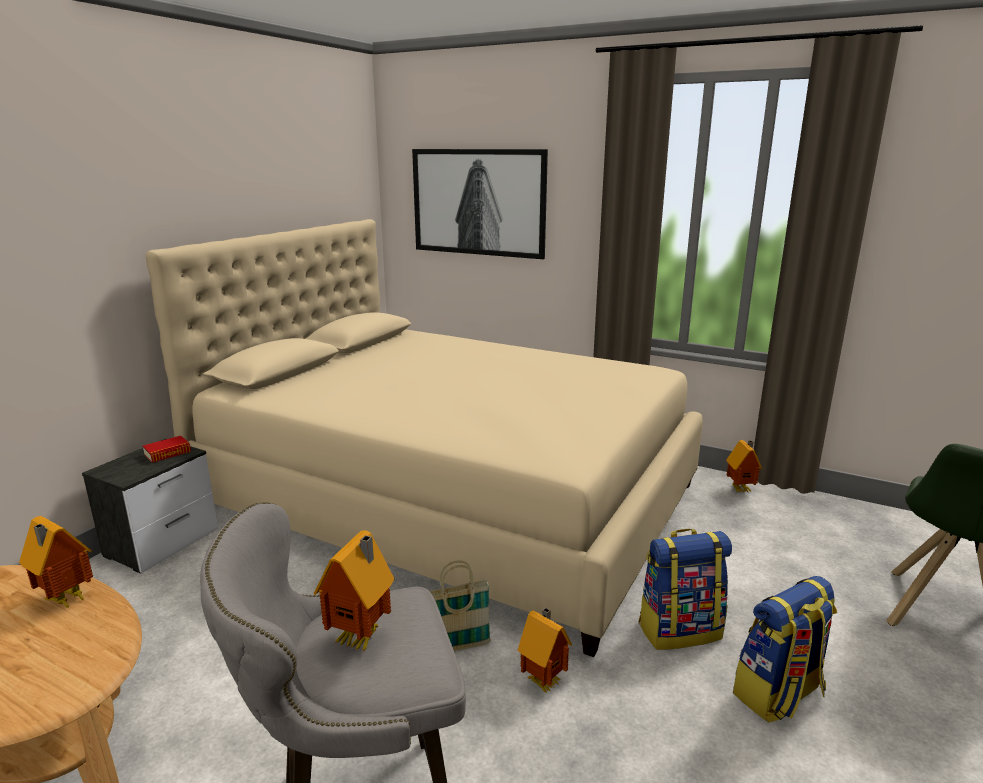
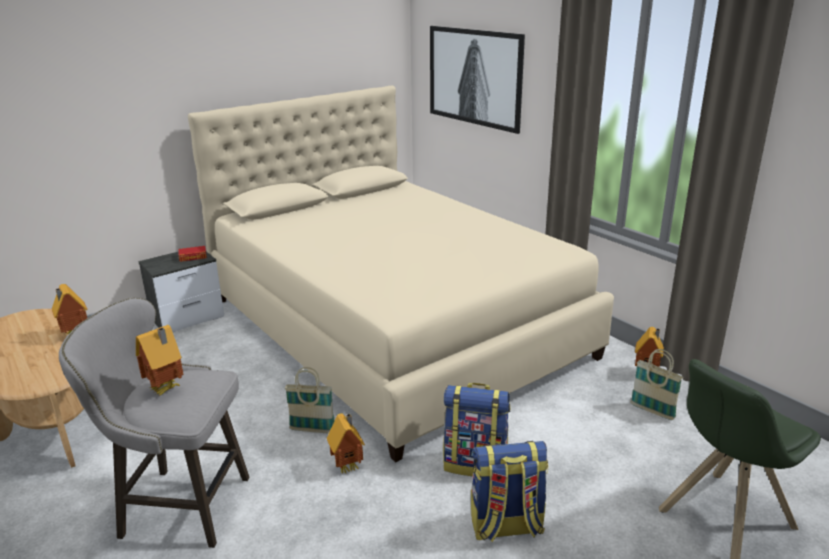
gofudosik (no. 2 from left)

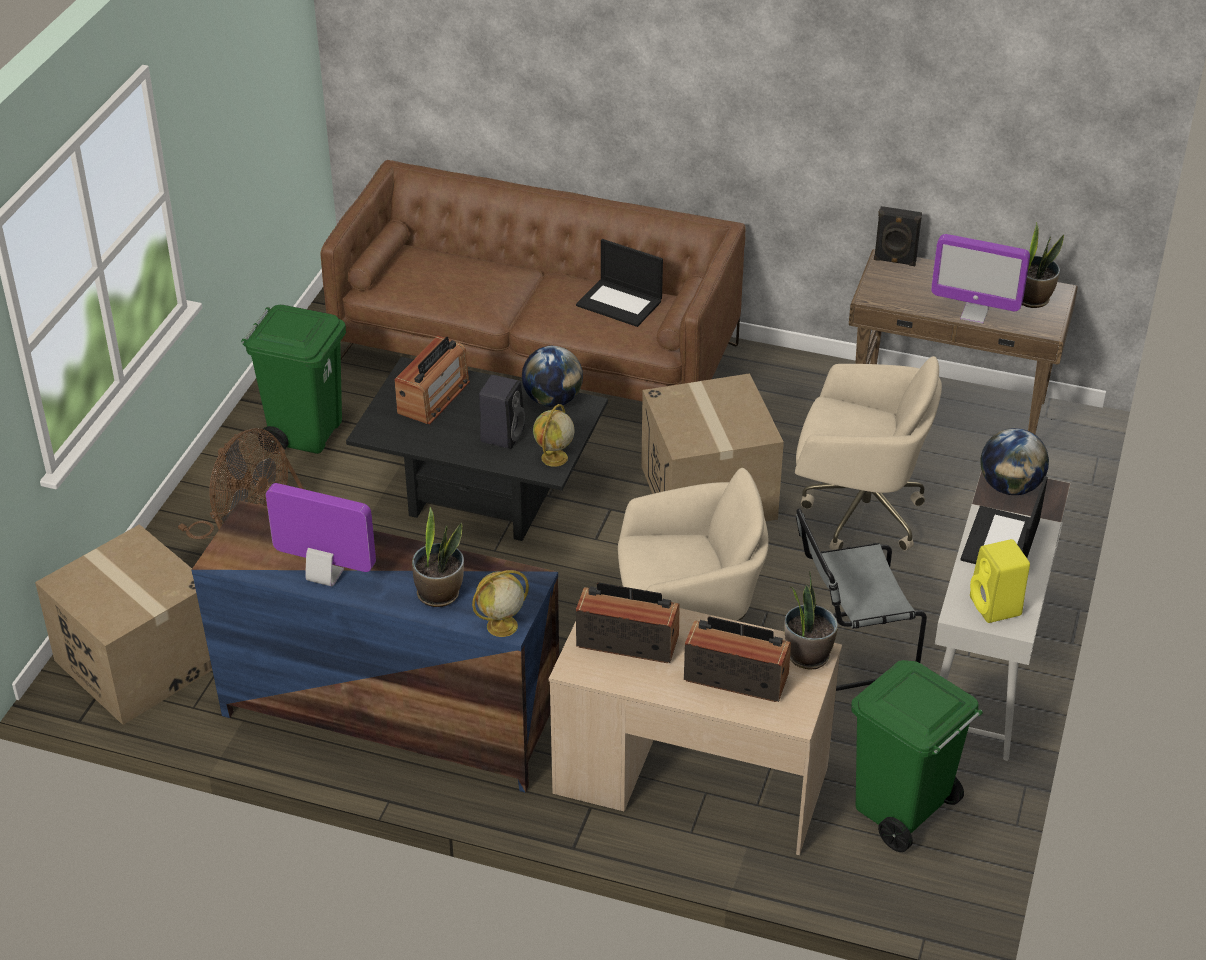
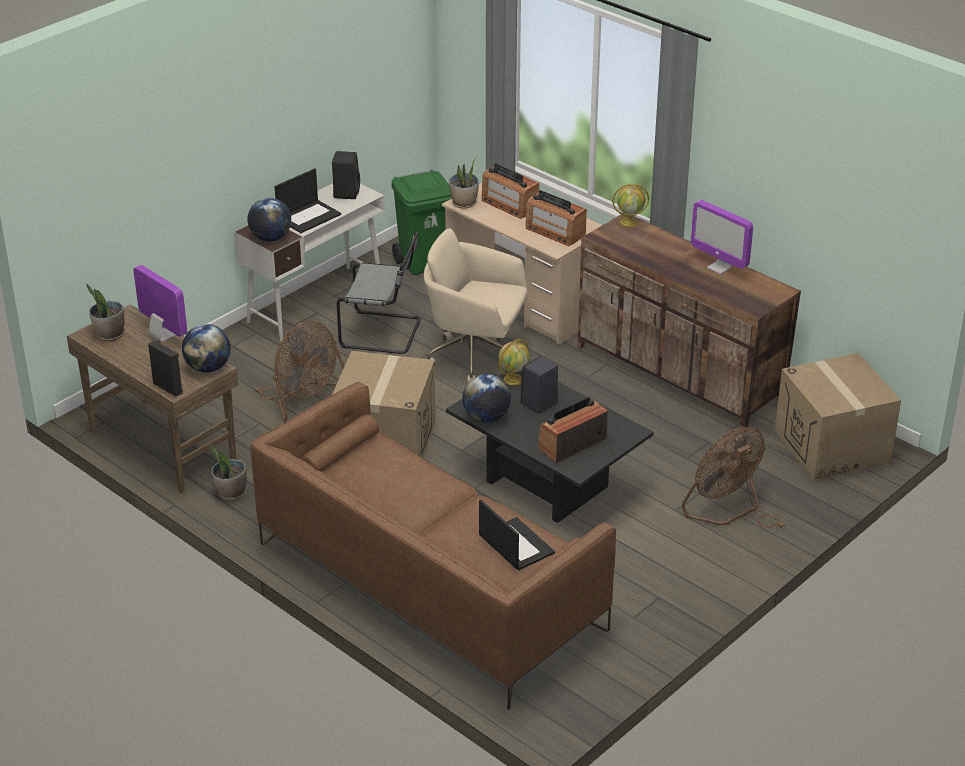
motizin (no. 1 from left); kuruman (no. 2 from left); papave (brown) (no. 1 from left); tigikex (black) (no. 2 from left); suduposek (no. 2 from left); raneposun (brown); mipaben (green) (no. 1 from left in the first image)

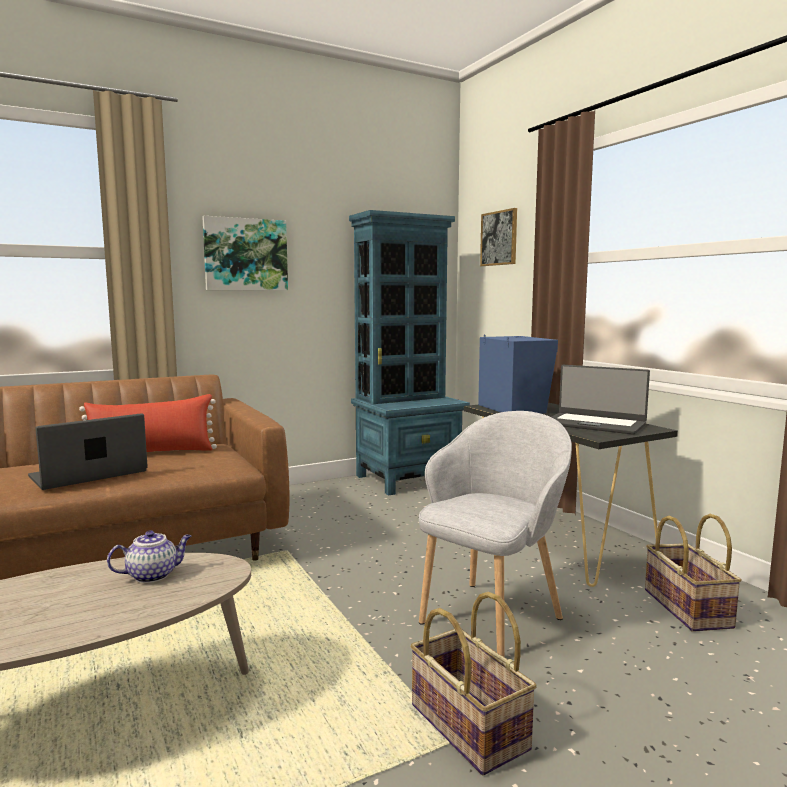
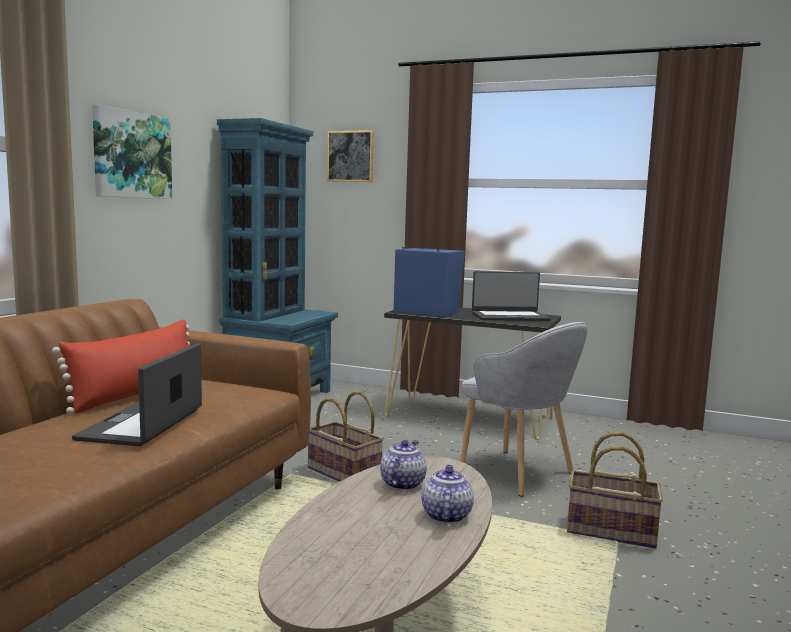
gofudosik (no. 1 from left); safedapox (no. 2 from left); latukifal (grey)

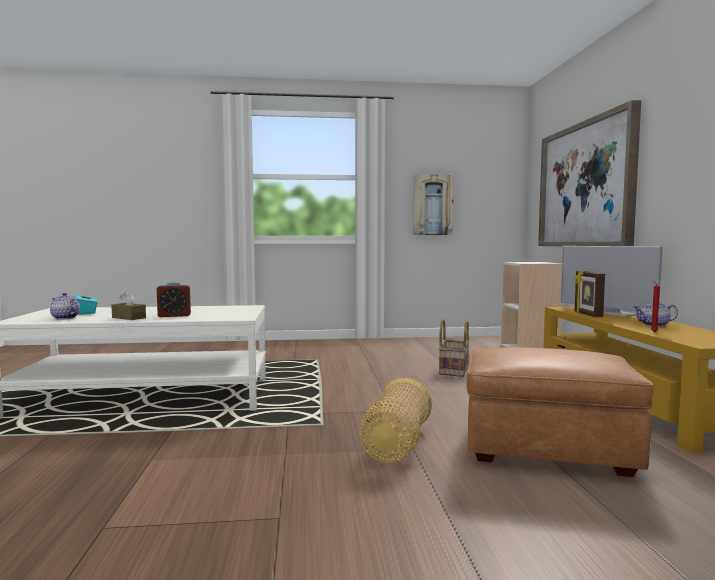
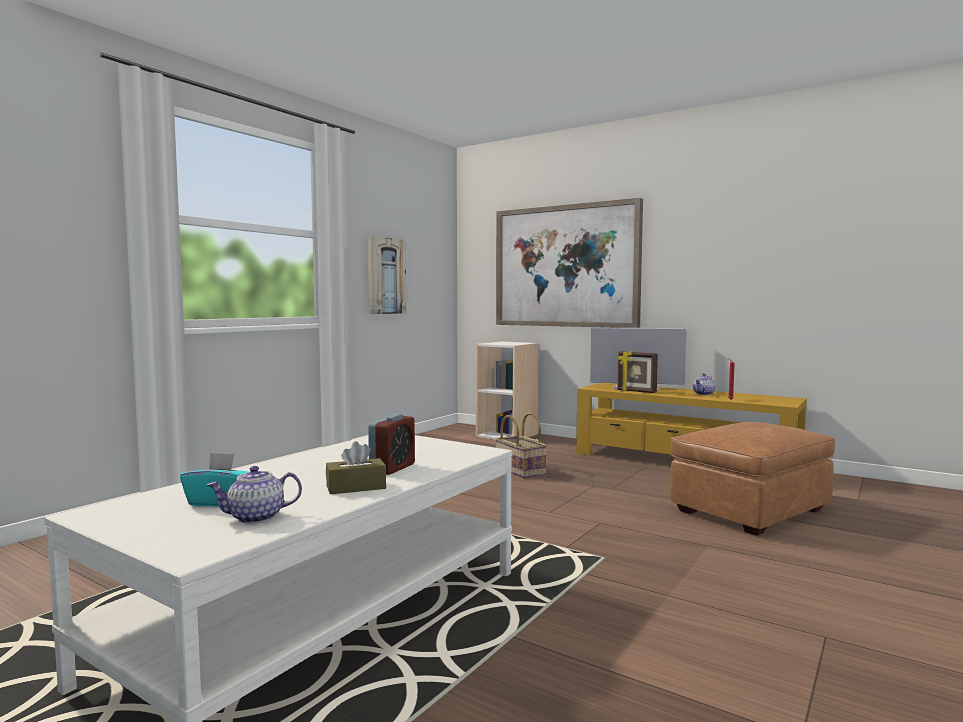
gofudosik (no. 1 from left in the first image)

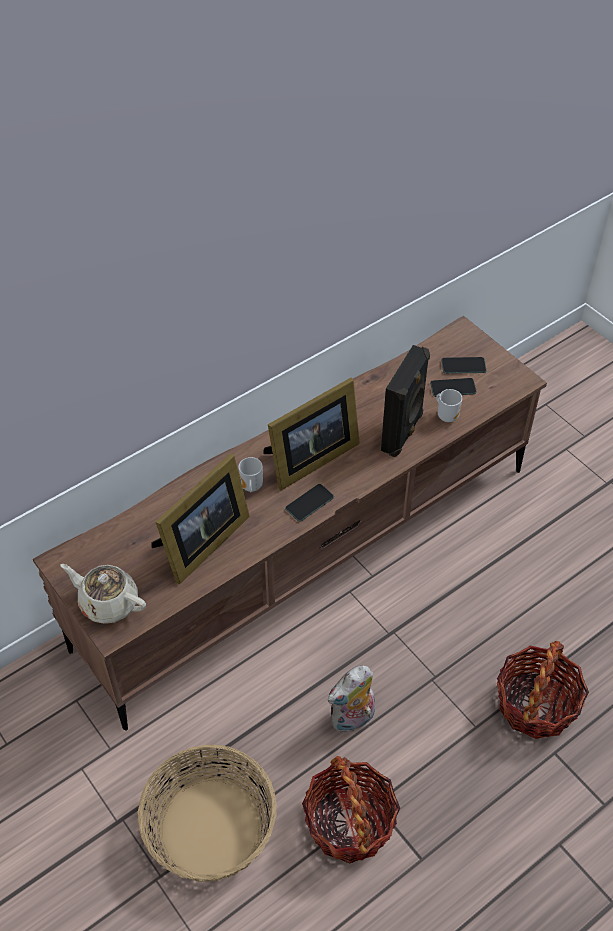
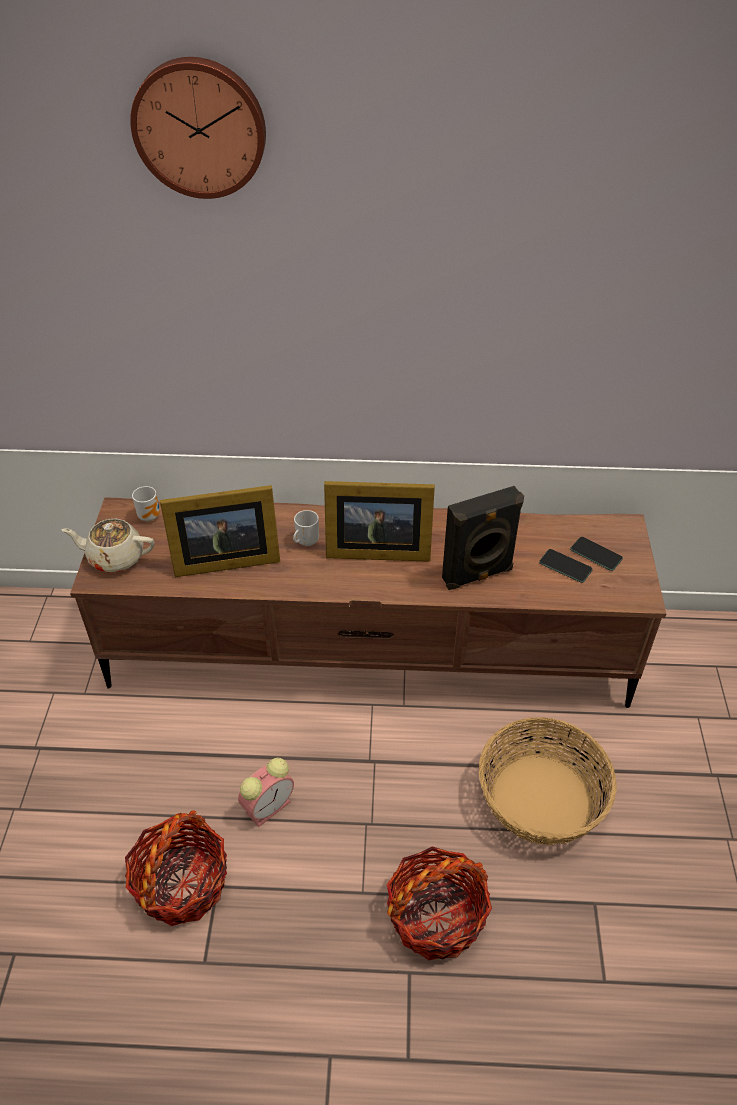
safedapox (beige); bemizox; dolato (no. 1 from left); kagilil; gofudosik (no. 3 from left); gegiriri (no. 1 from left in the first image)

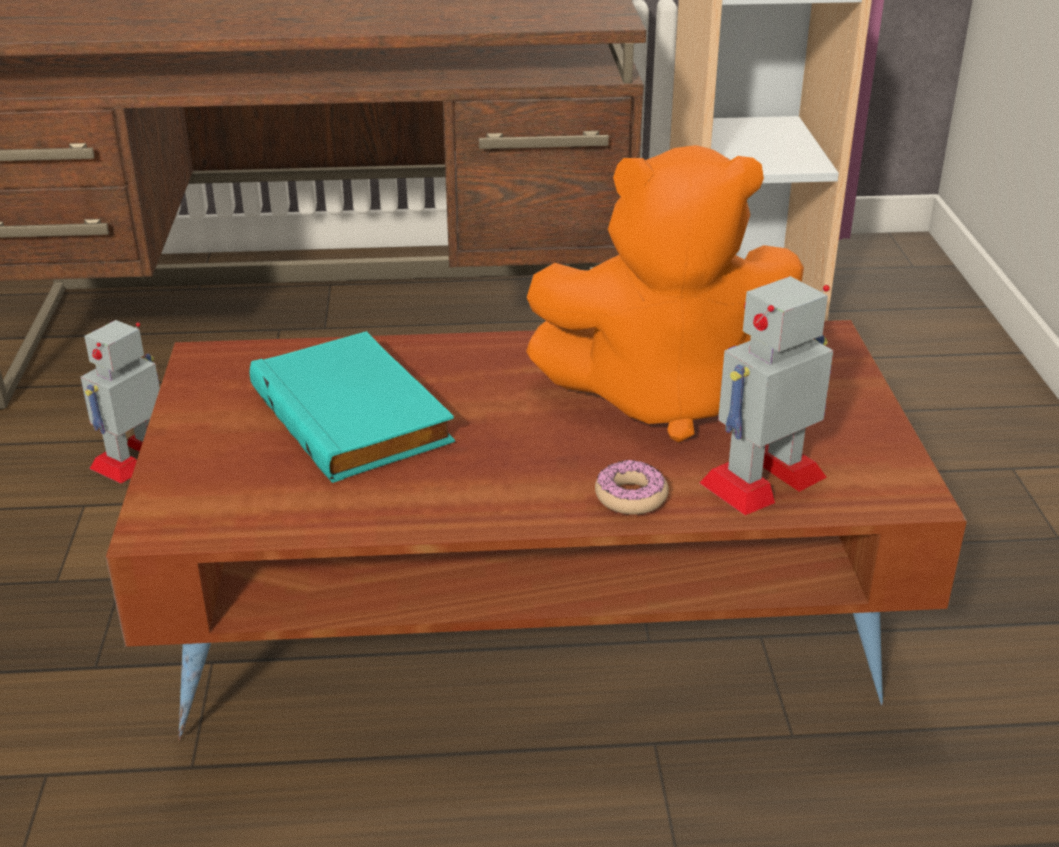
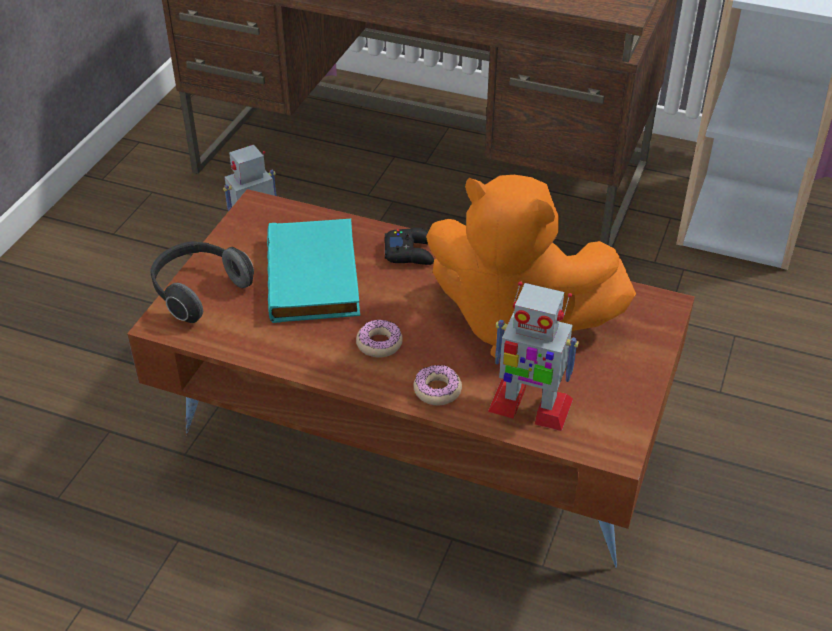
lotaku; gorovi (no. 1 from left); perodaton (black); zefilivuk (no. 2 from left)

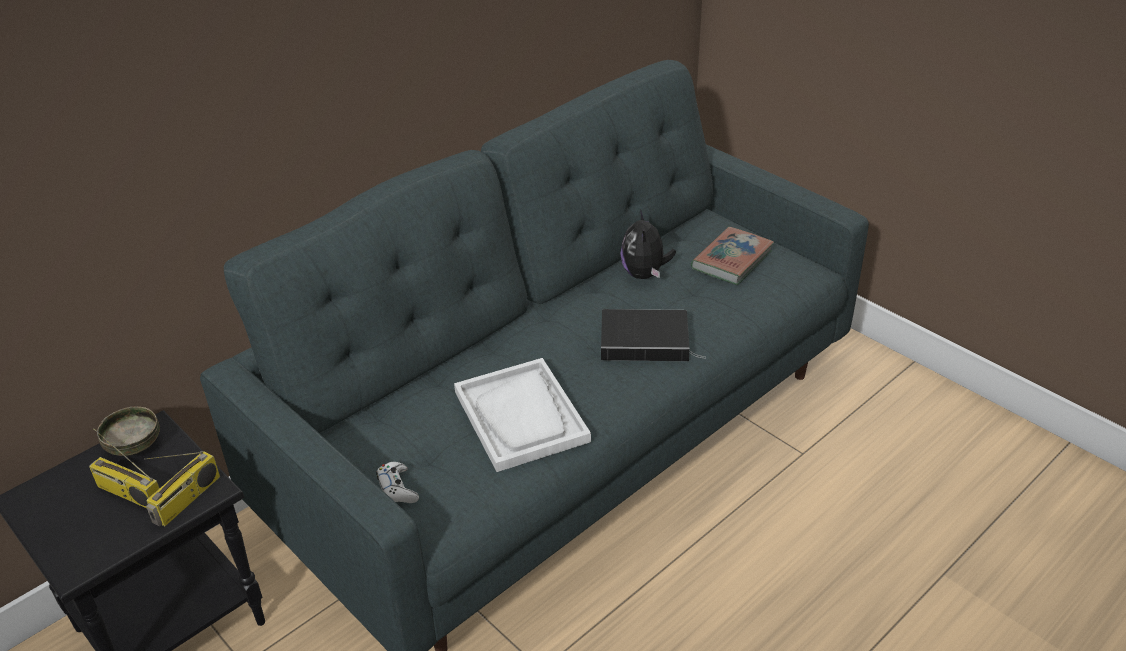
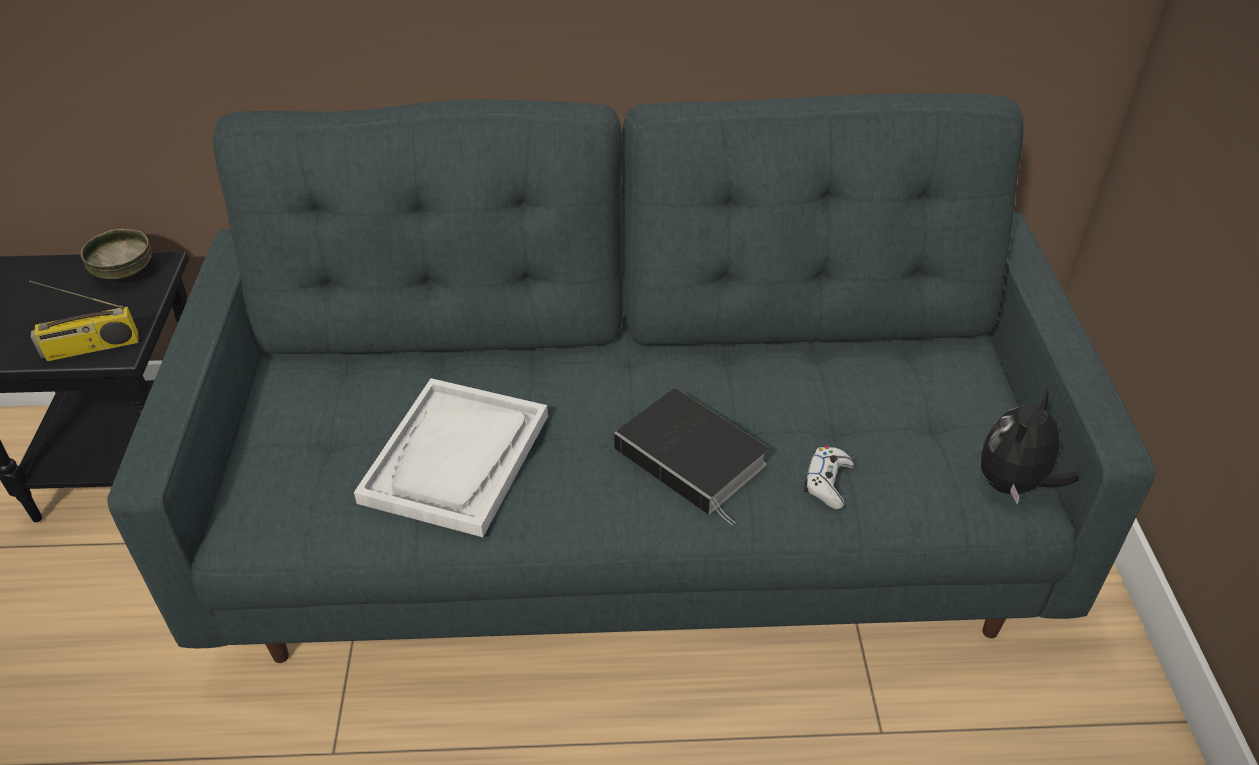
perodaton (white); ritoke; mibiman (no. 1 from left in the first image); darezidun (no. 2 from left in the first image)

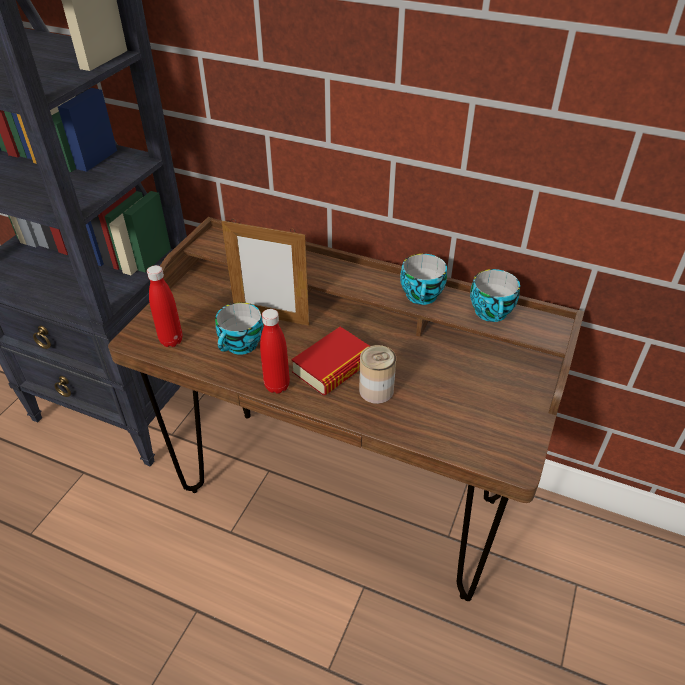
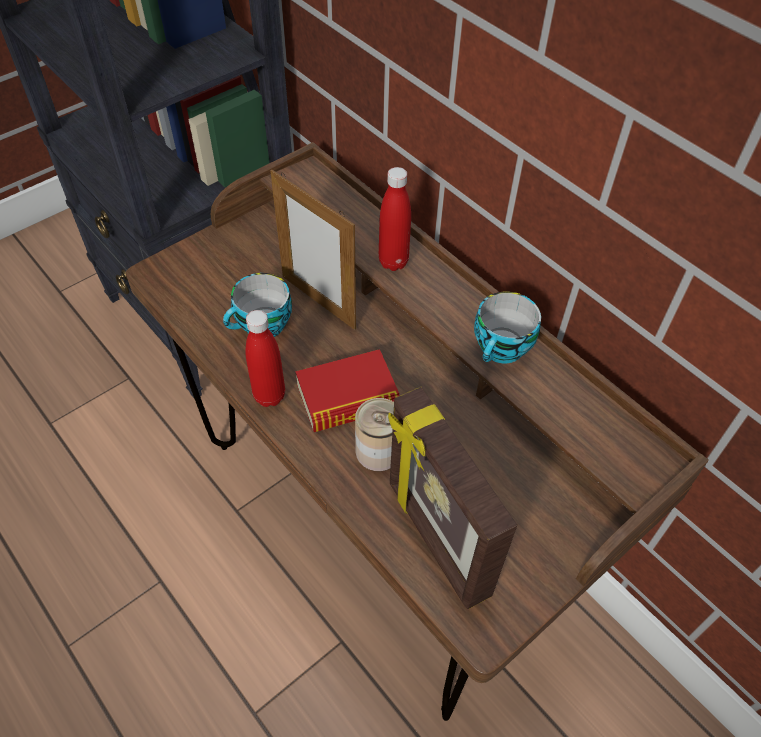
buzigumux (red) (no. 2 from left); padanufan (no. 2 from left); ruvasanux (no. 3 from left in the first image)

